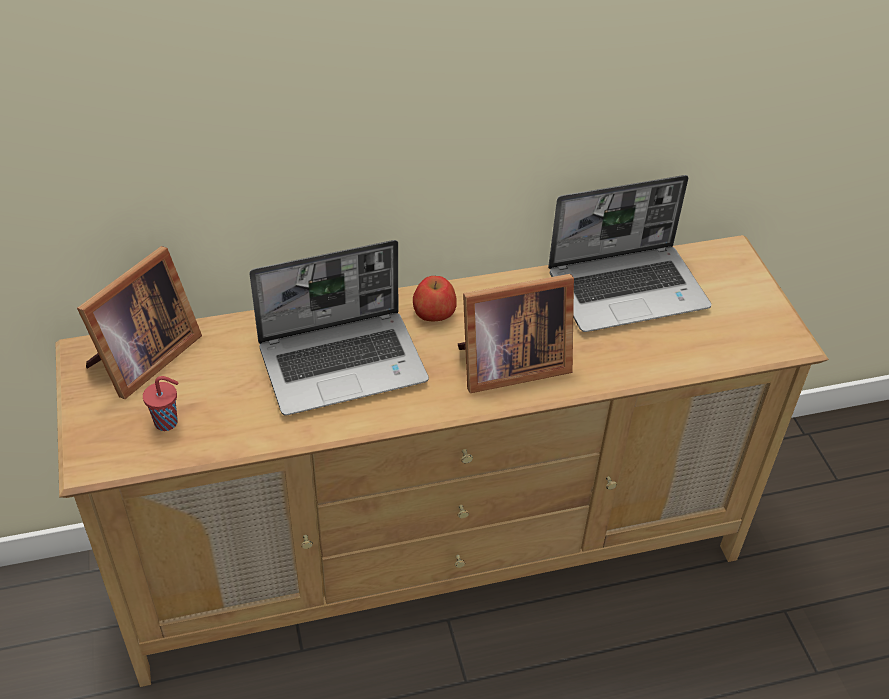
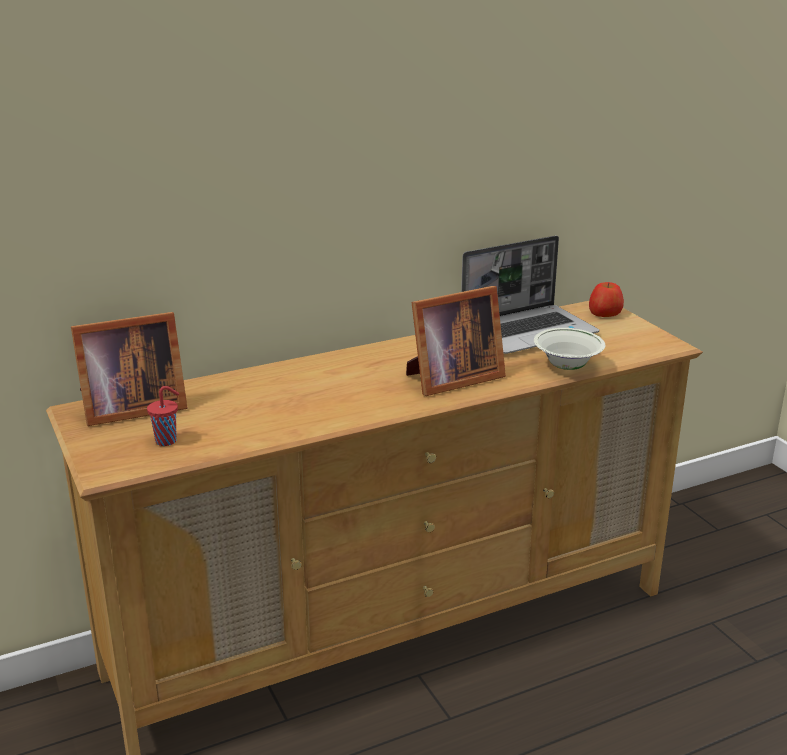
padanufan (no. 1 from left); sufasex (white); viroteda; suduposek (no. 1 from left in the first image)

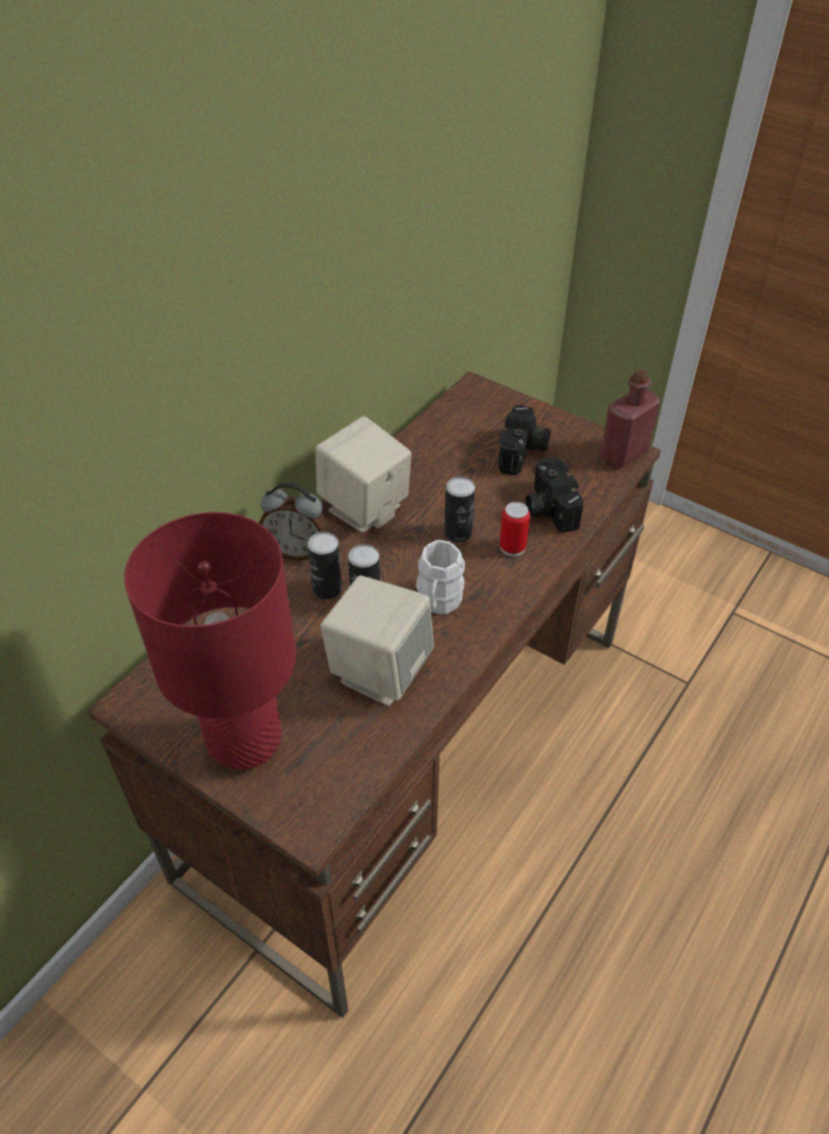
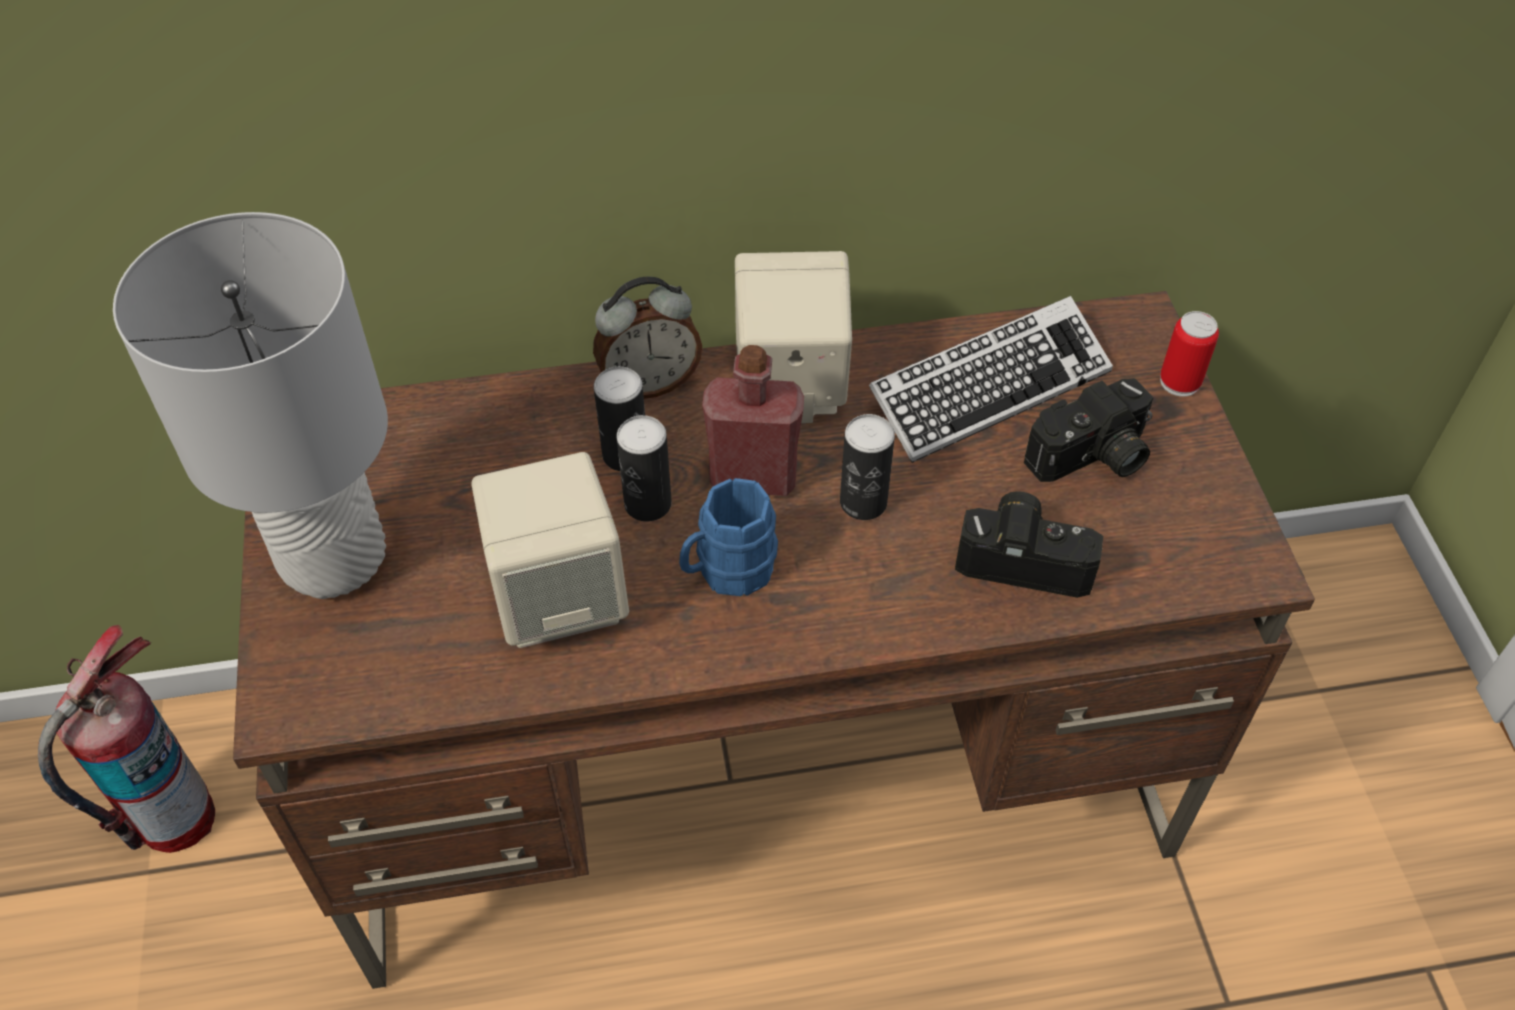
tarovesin; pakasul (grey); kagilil; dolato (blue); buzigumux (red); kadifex; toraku (no. 1 from left); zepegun (no. 4 from left)

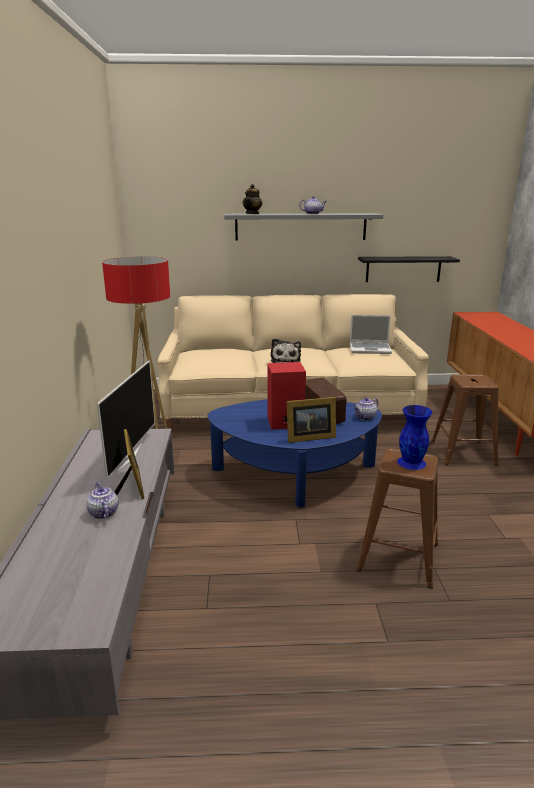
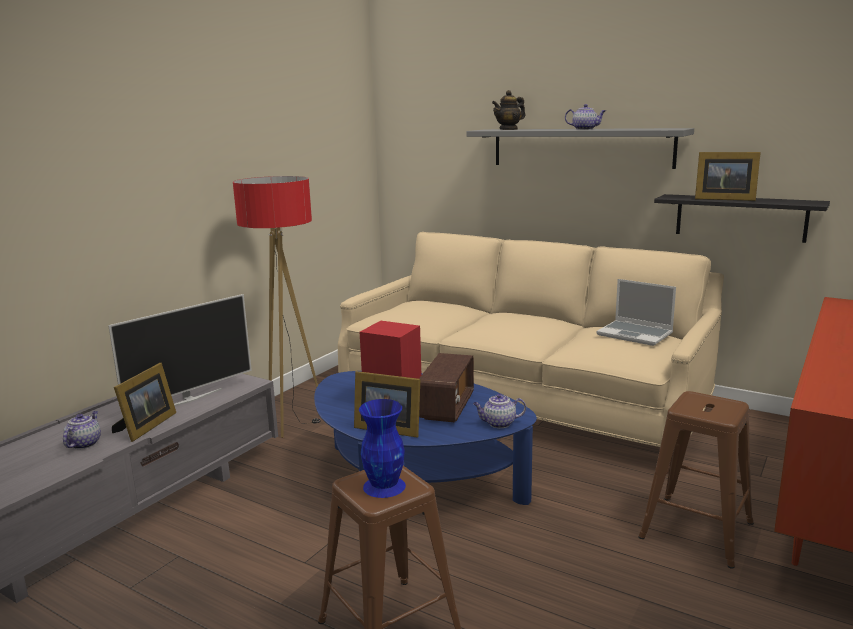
padanufan (no. 3 from left); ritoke

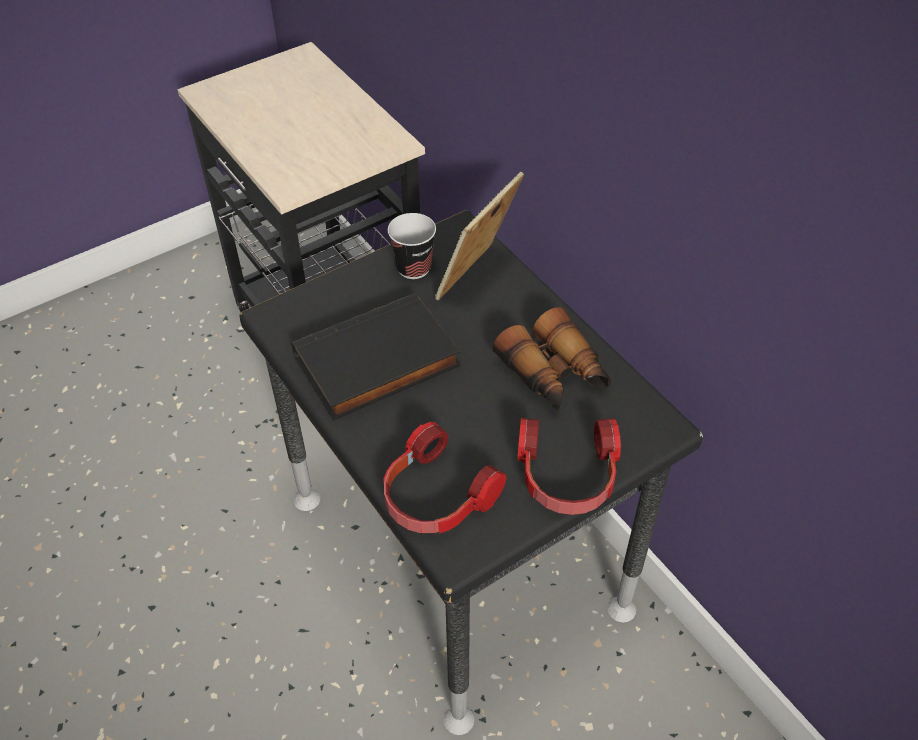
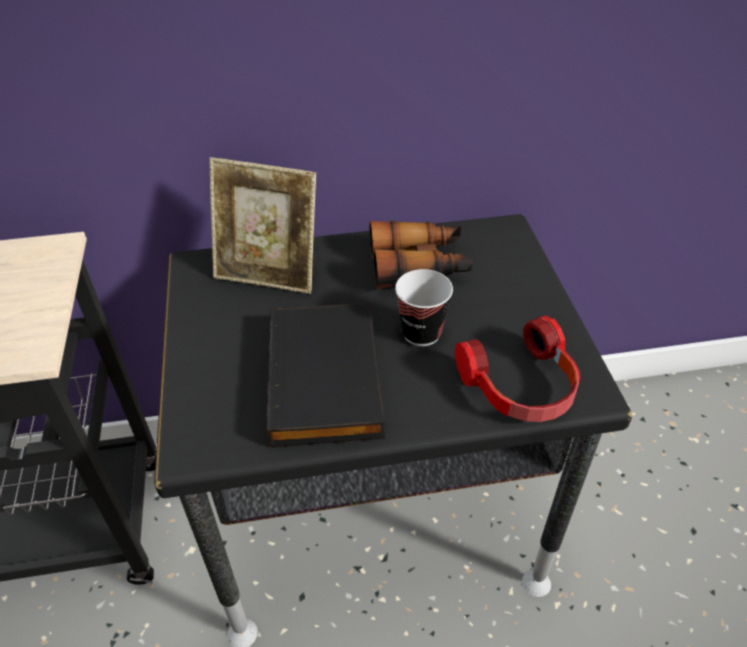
padanufan; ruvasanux; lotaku (no. 2 from left in the first image)

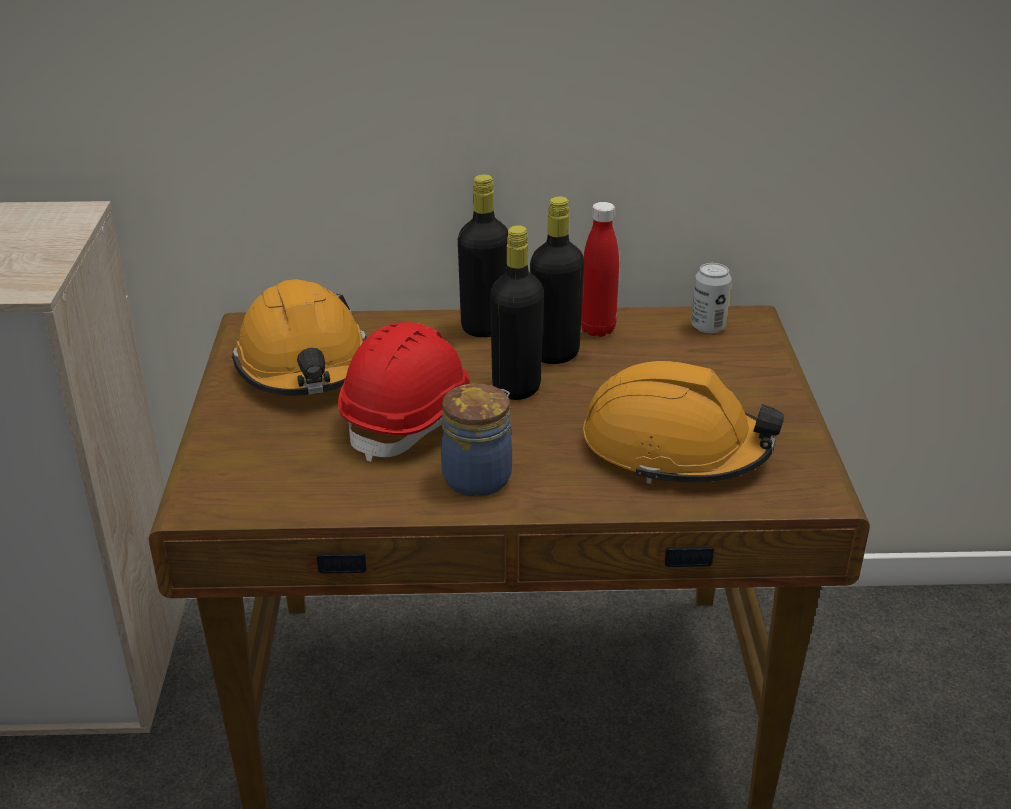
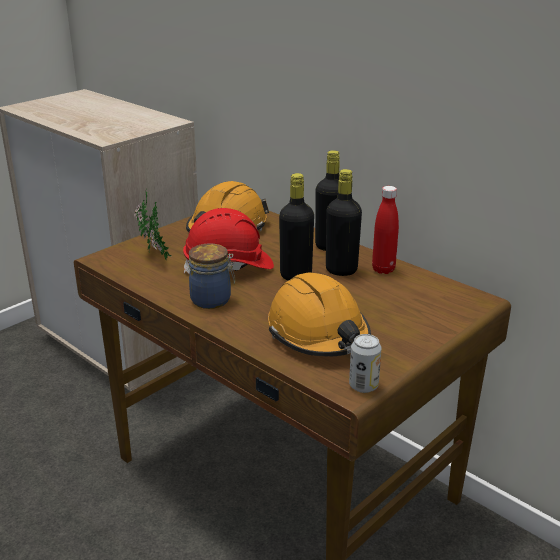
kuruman; zepegun

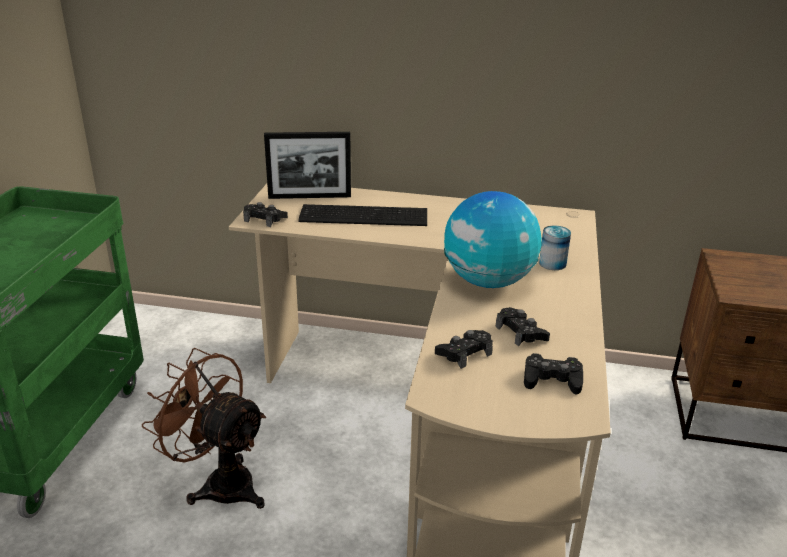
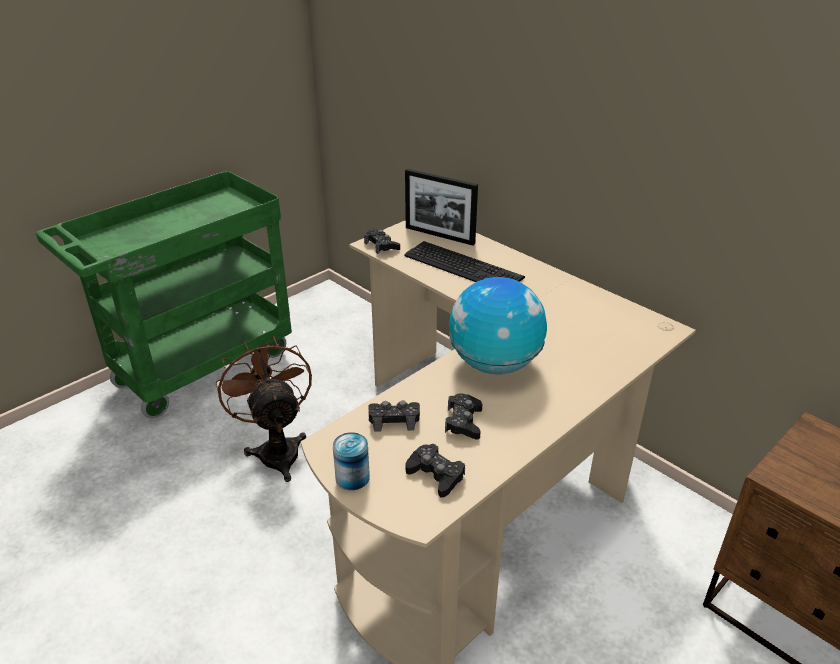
zepegun

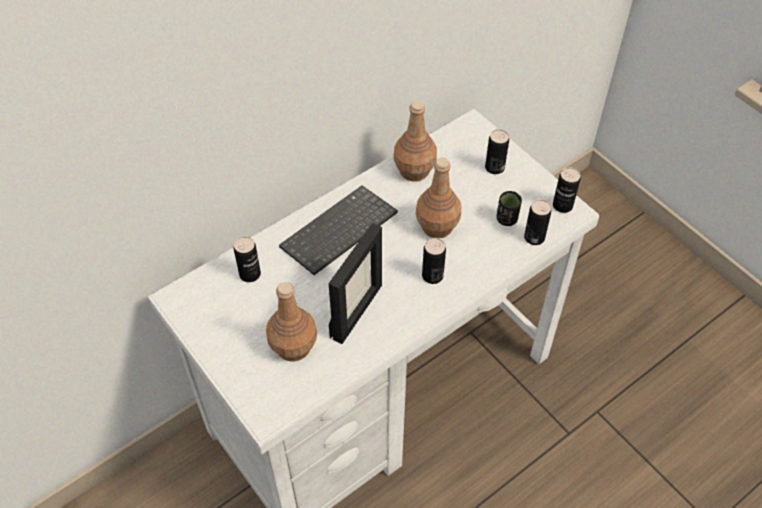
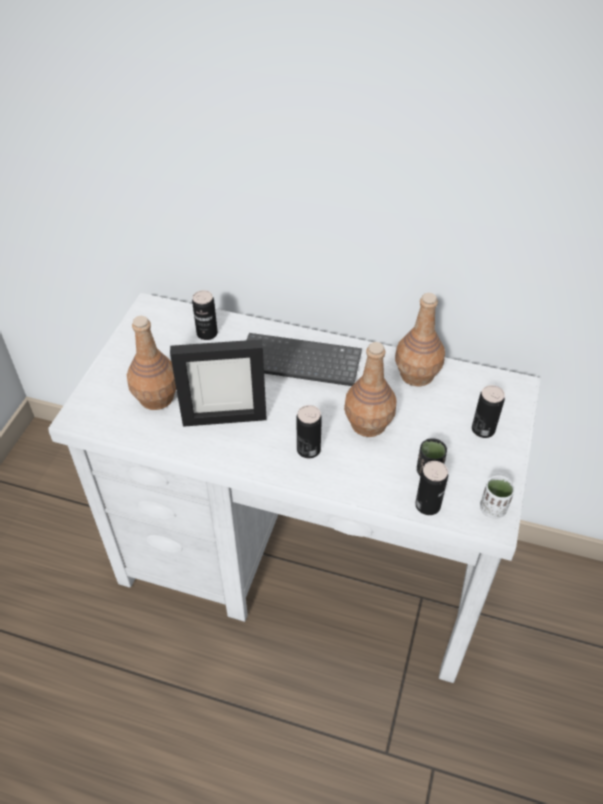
ruvasanux (white)

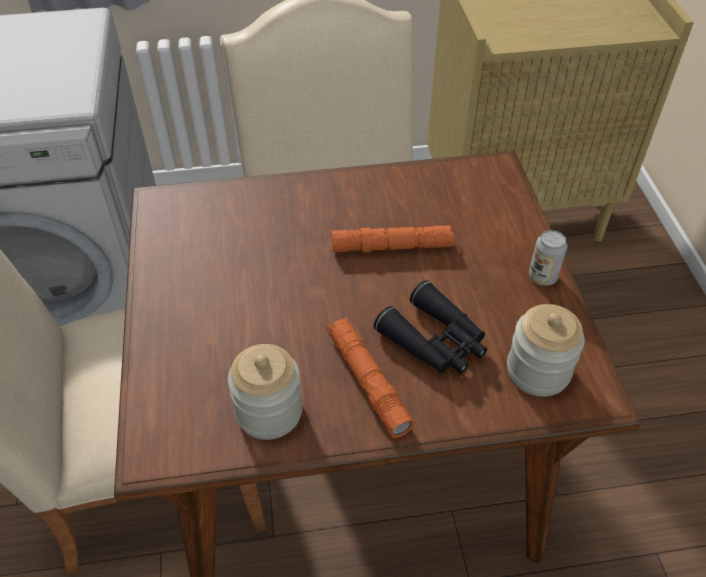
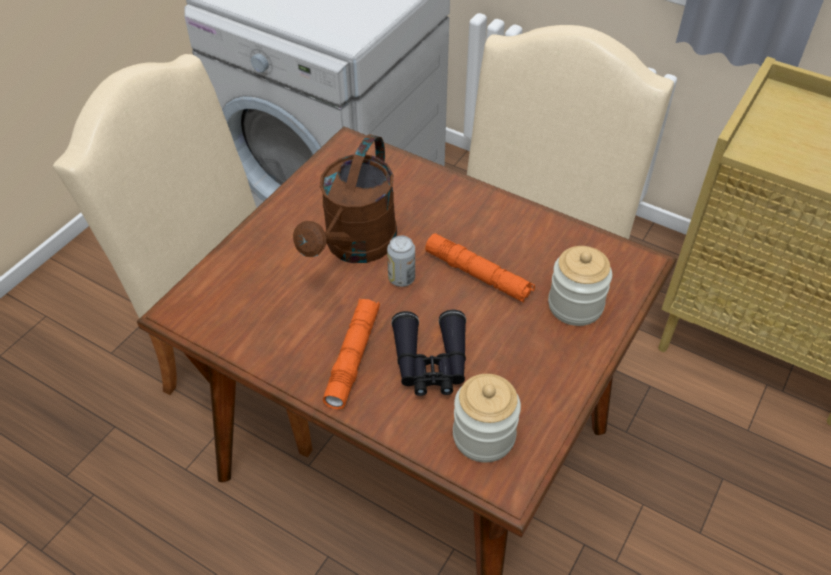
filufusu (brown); zepegun; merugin (no. 2 from left)

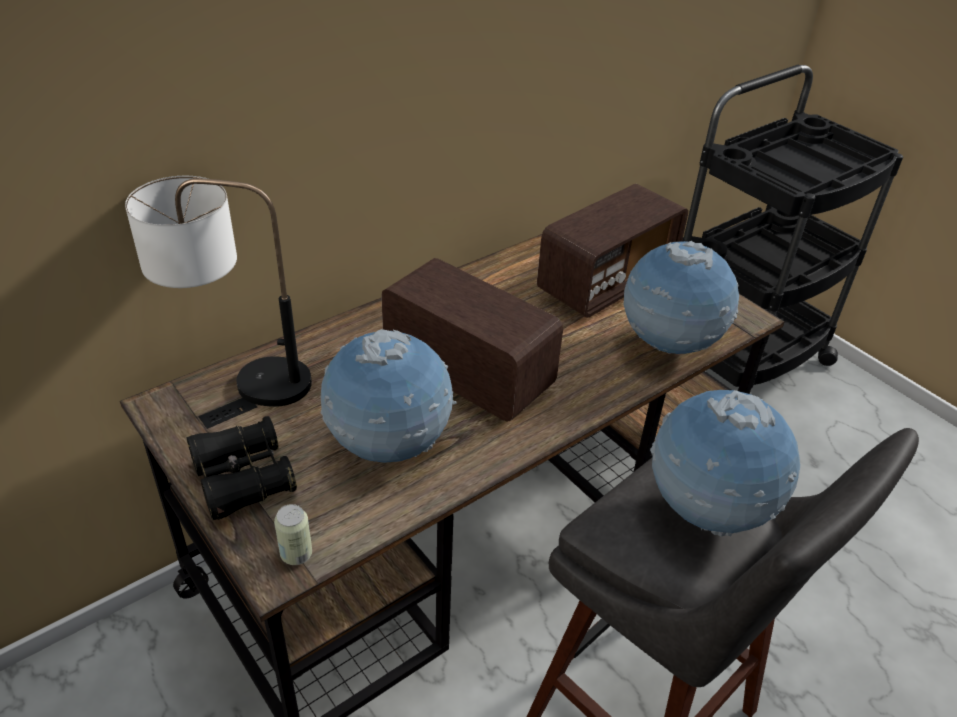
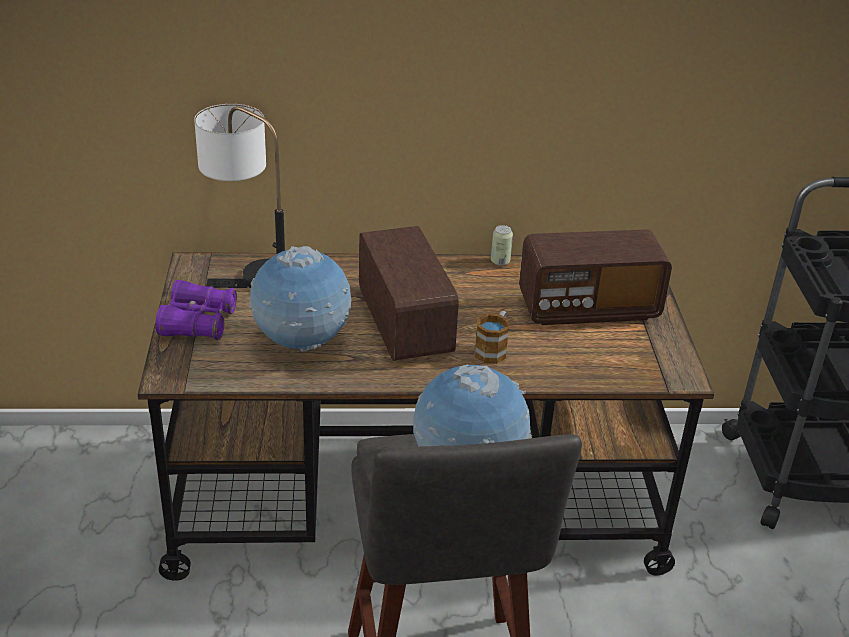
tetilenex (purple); dolato; zepegun; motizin (no. 2 from left in the first image)

